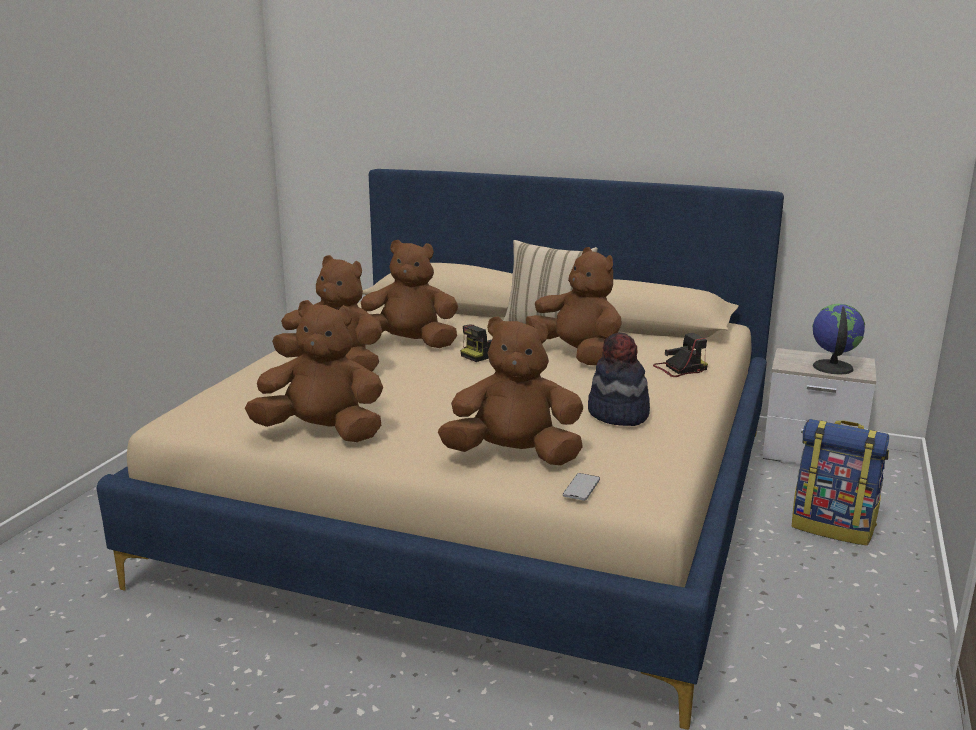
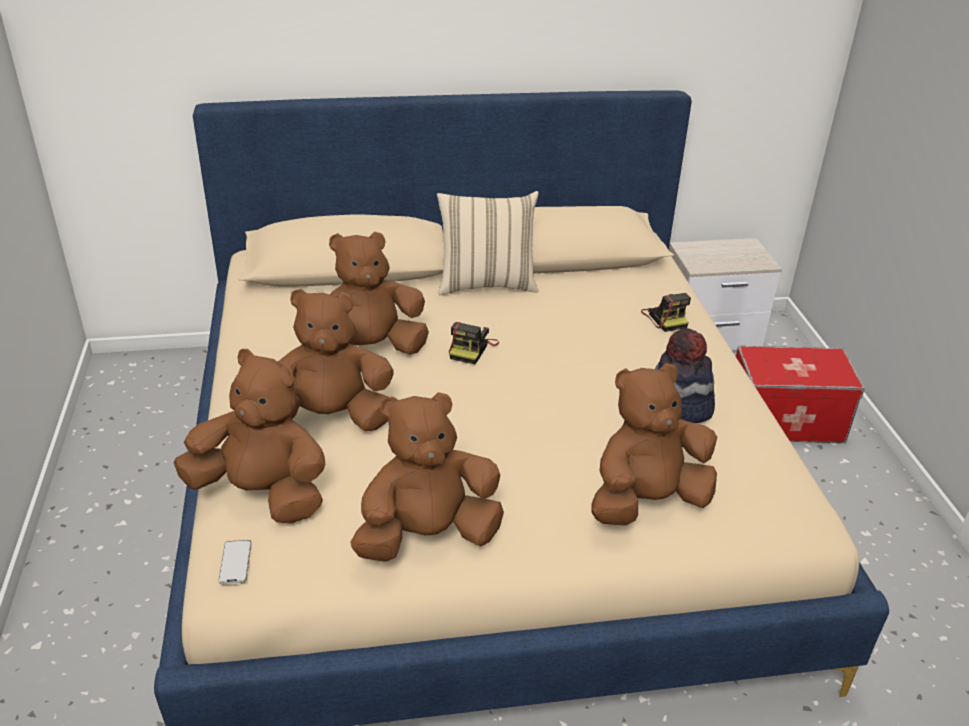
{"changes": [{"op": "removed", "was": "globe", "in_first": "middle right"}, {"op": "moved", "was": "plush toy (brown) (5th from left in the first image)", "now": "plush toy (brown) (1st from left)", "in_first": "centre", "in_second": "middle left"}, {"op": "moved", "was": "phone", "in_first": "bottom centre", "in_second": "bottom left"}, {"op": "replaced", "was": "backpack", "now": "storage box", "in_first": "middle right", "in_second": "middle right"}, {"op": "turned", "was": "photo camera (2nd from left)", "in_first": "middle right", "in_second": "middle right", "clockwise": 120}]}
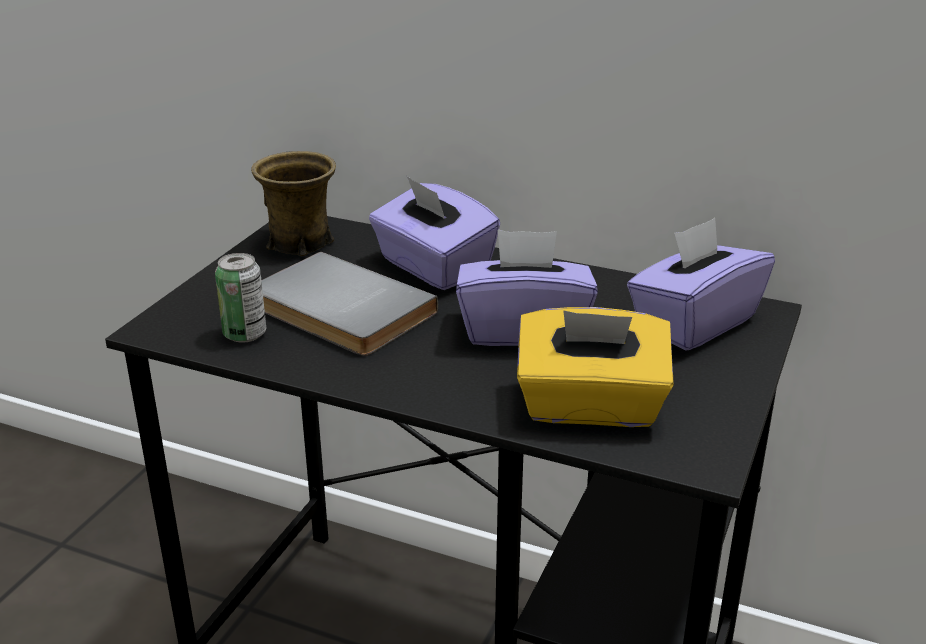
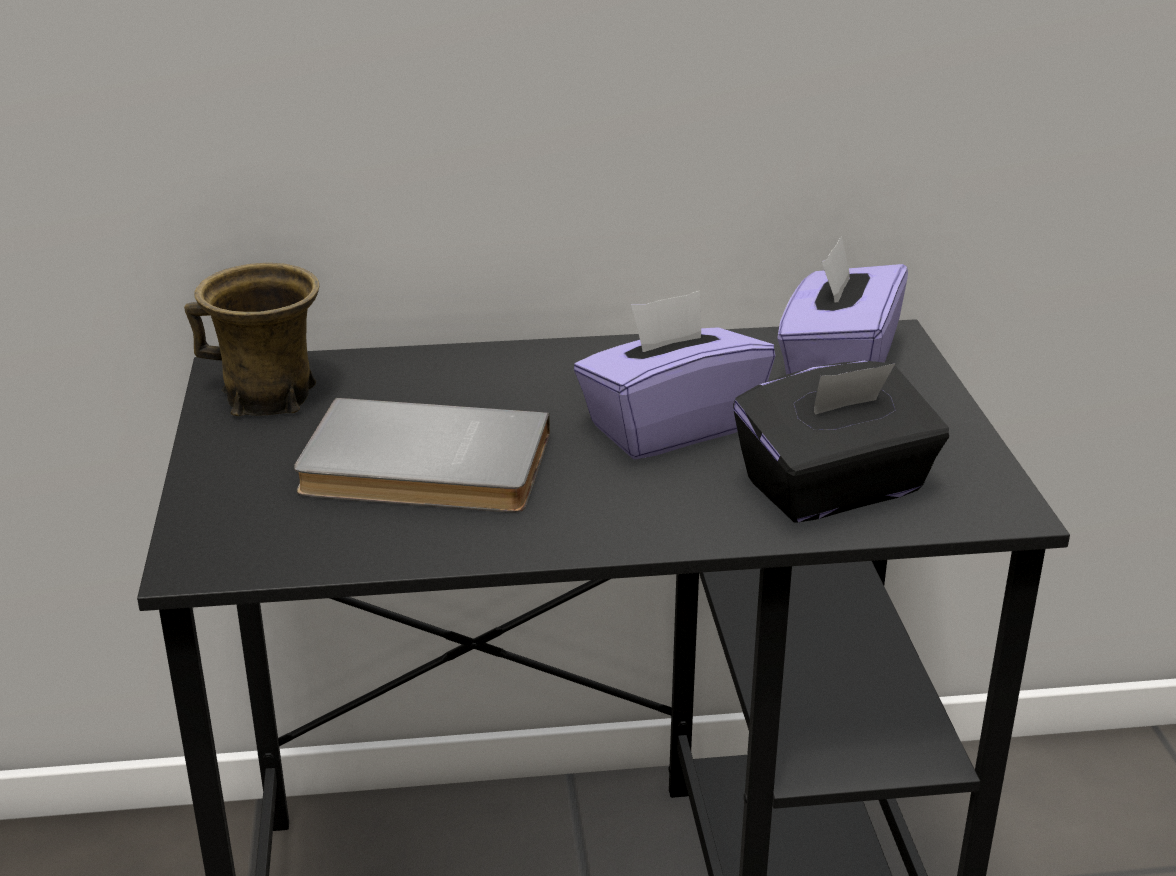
{"changes": [{"op": "removed", "was": "can", "in_first": "middle left"}, {"op": "removed", "was": "tissue box (purple) (1st from left)", "in_first": "centre"}, {"op": "recoloured", "was": "tissue box (yellow)", "now": "tissue box (black)", "in_first": "centre", "in_second": "middle right"}]}
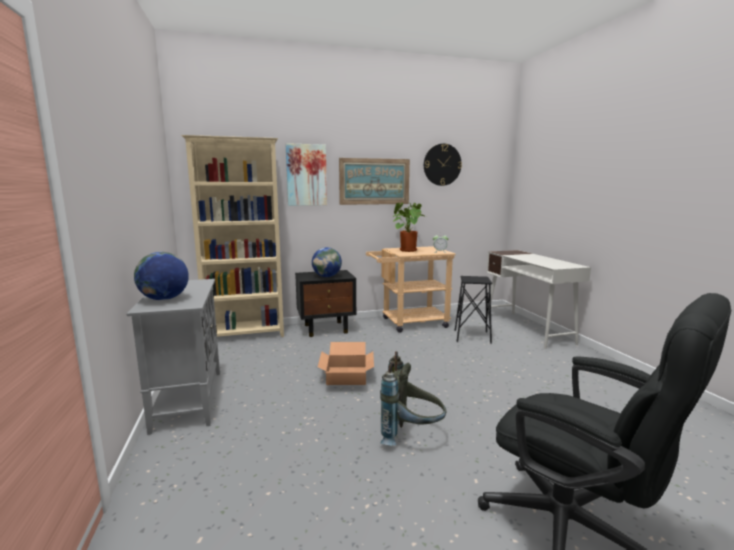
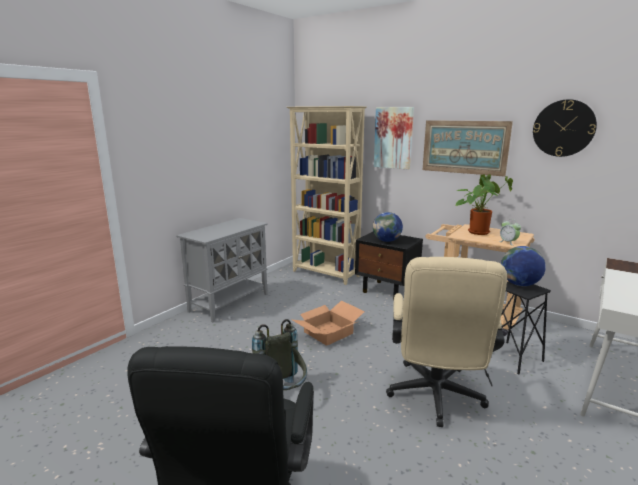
{"changes": [{"op": "added", "now": "office chair (beige)", "in_second": "bottom right"}, {"op": "moved", "was": "globe (1st from left in the first image)", "now": "globe (2nd from left)", "in_first": "middle left", "in_second": "middle right"}]}
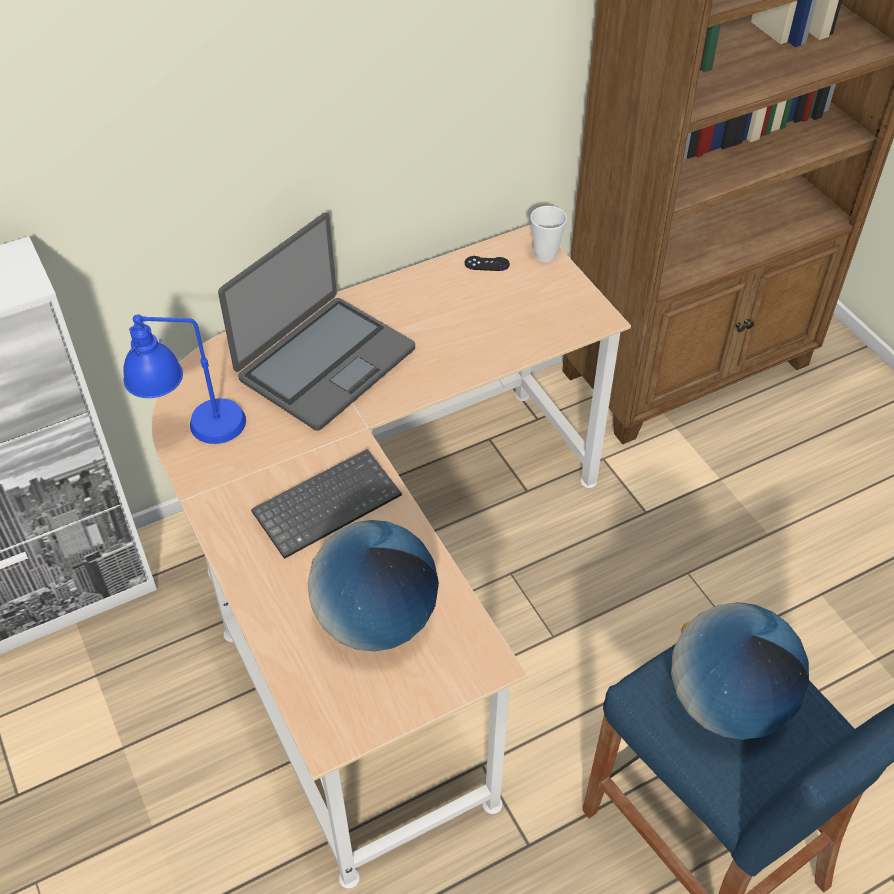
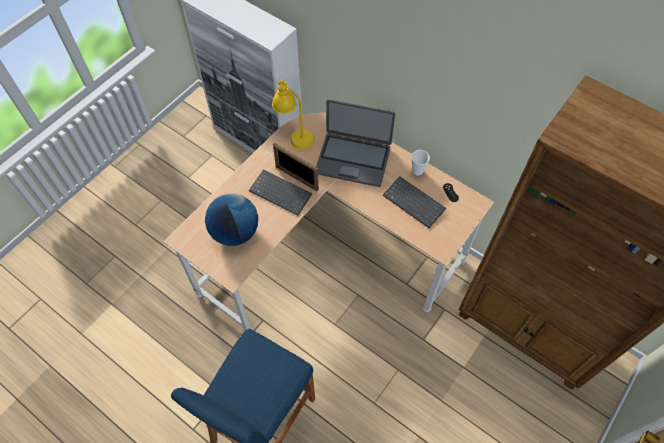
{"changes": [{"op": "removed", "was": "globe (2nd from left)", "in_first": "bottom right"}, {"op": "added", "now": "picture frame", "in_second": "centre"}, {"op": "added", "now": "keyboard (2nd from left)", "in_second": "centre"}, {"op": "moved", "was": "cup", "in_first": "top centre", "in_second": "centre"}, {"op": "recoloured", "was": "table lamp (blue)", "now": "table lamp (yellow)", "in_first": "middle left", "in_second": "top centre"}]}
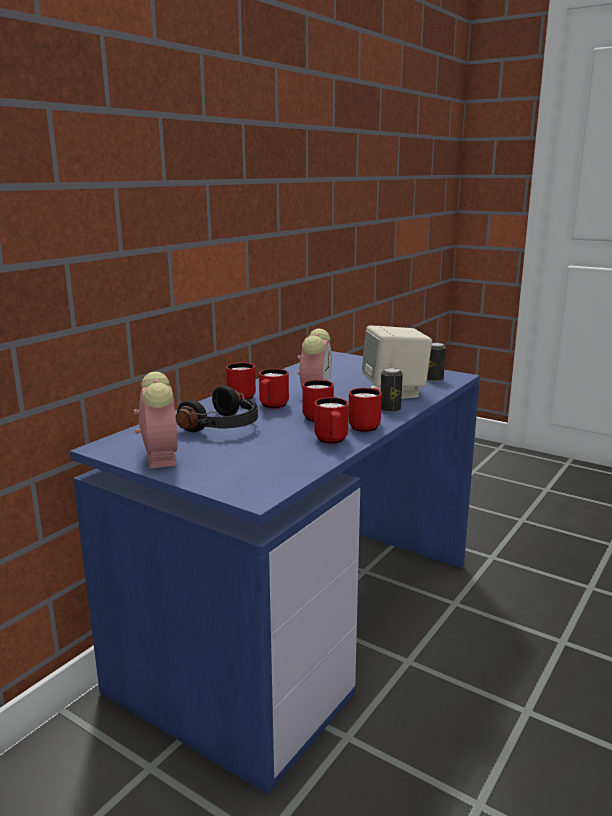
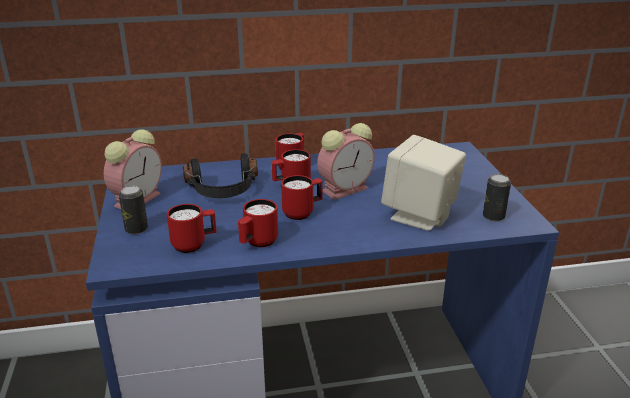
{"changes": [{"op": "moved", "was": "mug (red) (5th from left in the first image)", "now": "mug (red) (1st from left)", "in_first": "centre", "in_second": "middle left"}, {"op": "moved", "was": "can (1st from left)", "in_first": "centre", "in_second": "middle left"}]}
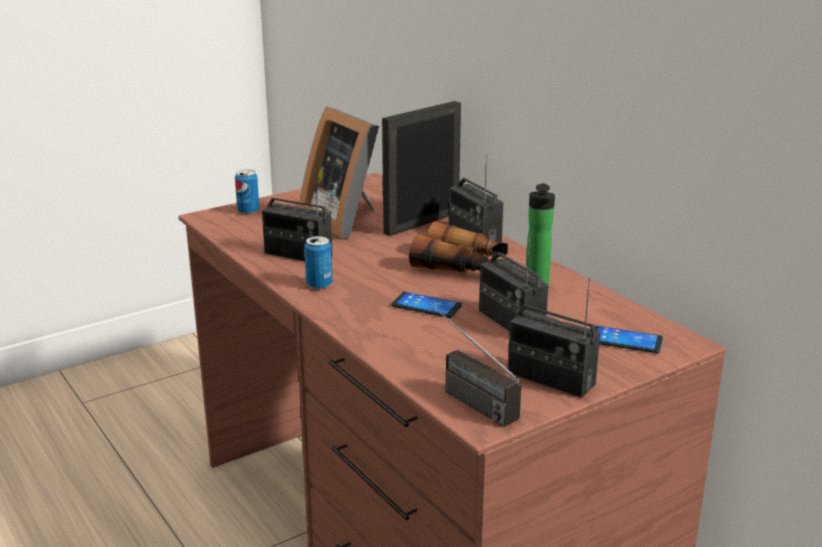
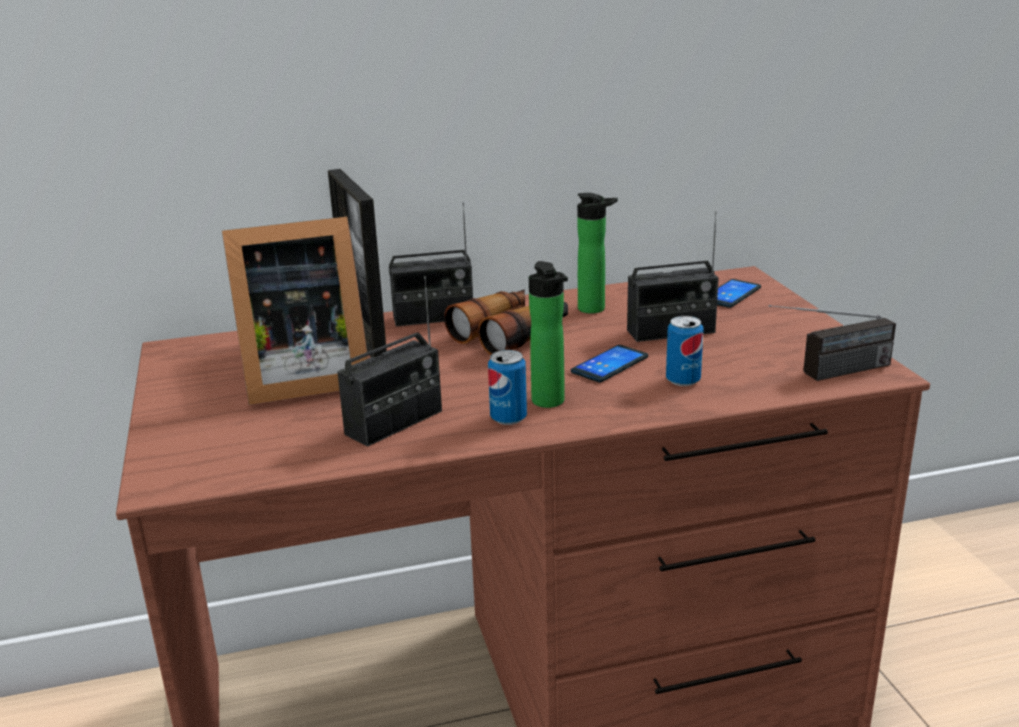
{"changes": [{"op": "removed", "was": "radio (5th from left)", "in_first": "middle right"}, {"op": "added", "now": "bottle (1st from left)", "in_second": "centre"}, {"op": "moved", "was": "can (1st from left in the first image)", "now": "can (2nd from left)", "in_first": "middle left", "in_second": "middle right"}]}
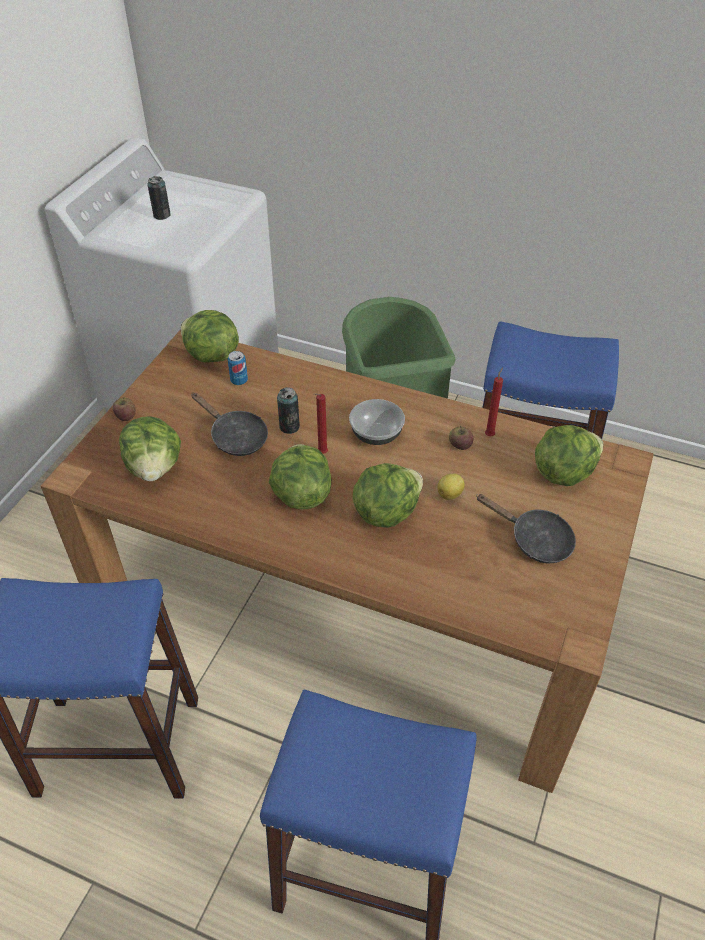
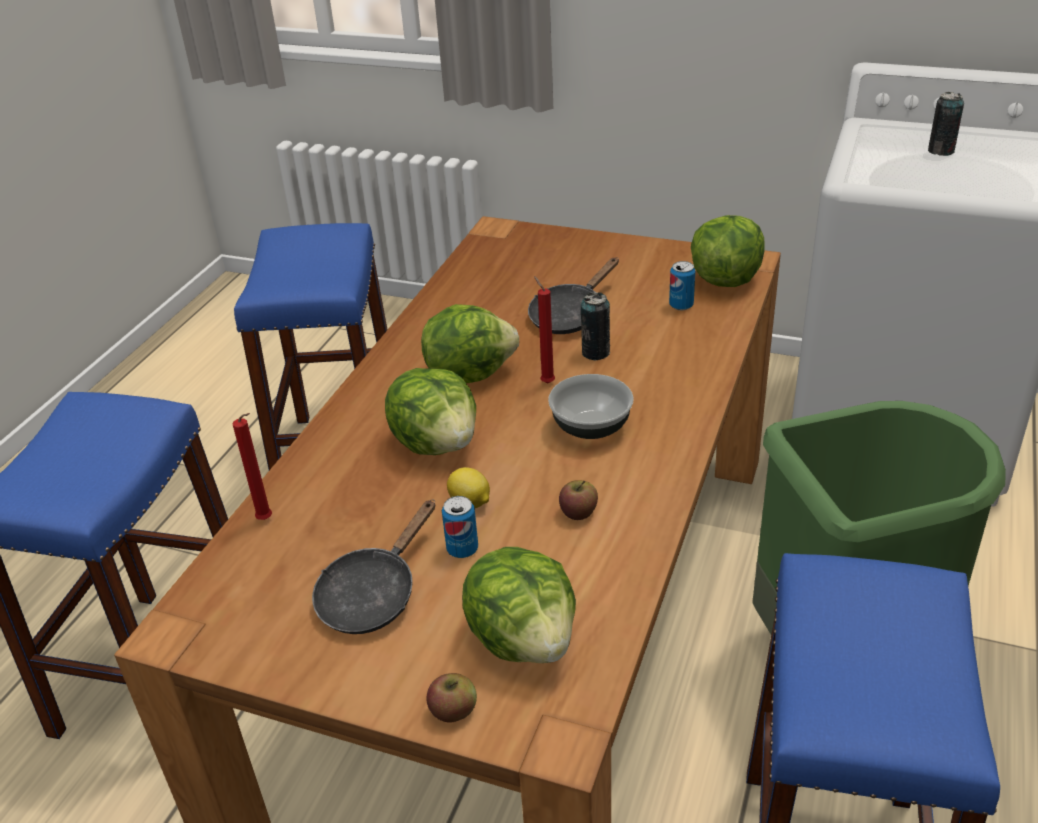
{"changes": [{"op": "removed", "was": "lettuce (1st from left)", "in_first": "middle left"}, {"op": "added", "now": "can (1st from left)", "in_second": "centre"}, {"op": "moved", "was": "apple (1st from left)", "in_first": "middle left", "in_second": "bottom centre"}, {"op": "moved", "was": "candle (red) (2nd from left in the first image)", "now": "candle (red) (1st from left)", "in_first": "middle right", "in_second": "middle left"}]}
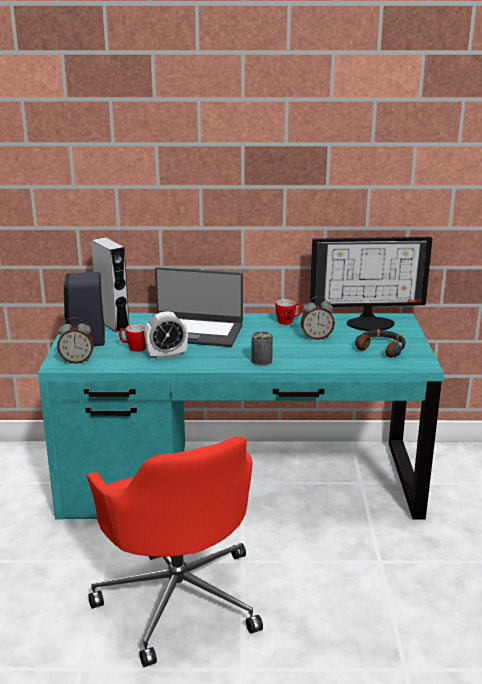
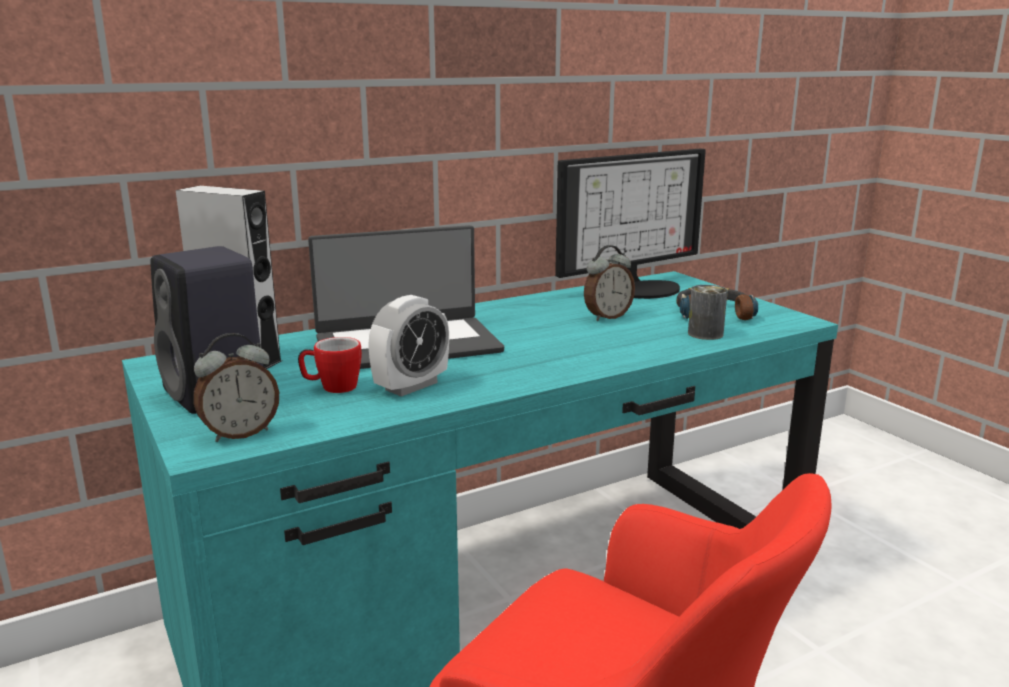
{"changes": [{"op": "removed", "was": "mug (2nd from left)", "in_first": "centre"}, {"op": "moved", "was": "can", "in_first": "centre", "in_second": "middle right"}]}
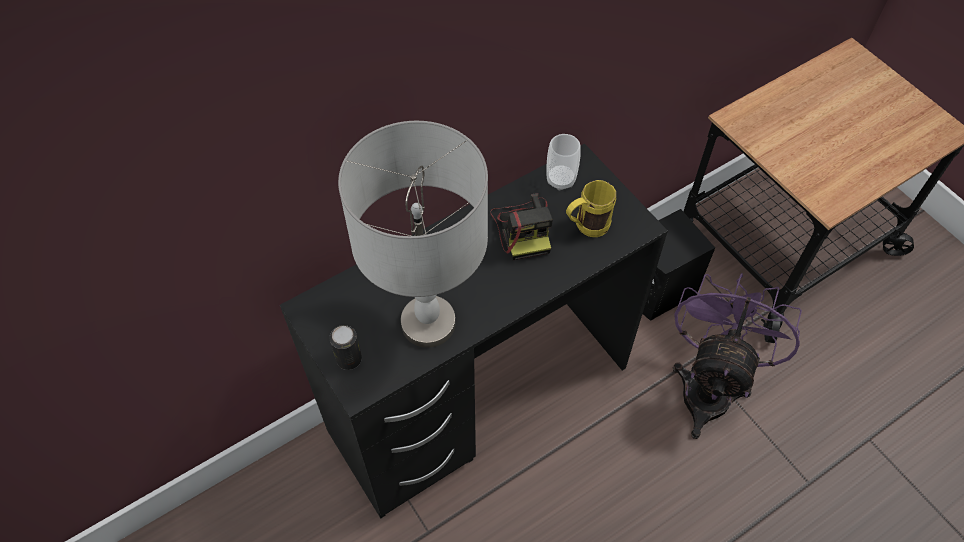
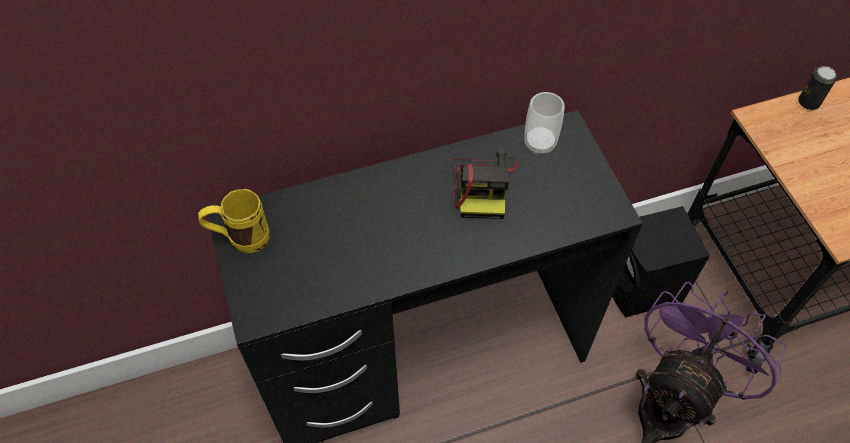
{"changes": [{"op": "removed", "was": "table lamp (grey)", "in_first": "centre"}, {"op": "moved", "was": "can", "in_first": "centre", "in_second": "top right"}, {"op": "moved", "was": "mug (yellow)", "in_first": "centre", "in_second": "middle left"}]}
